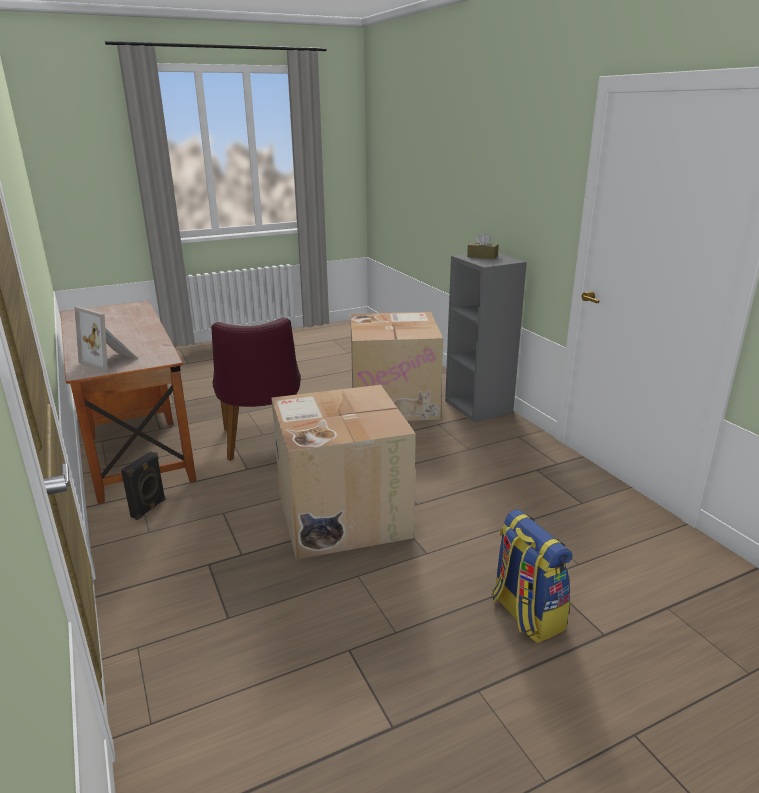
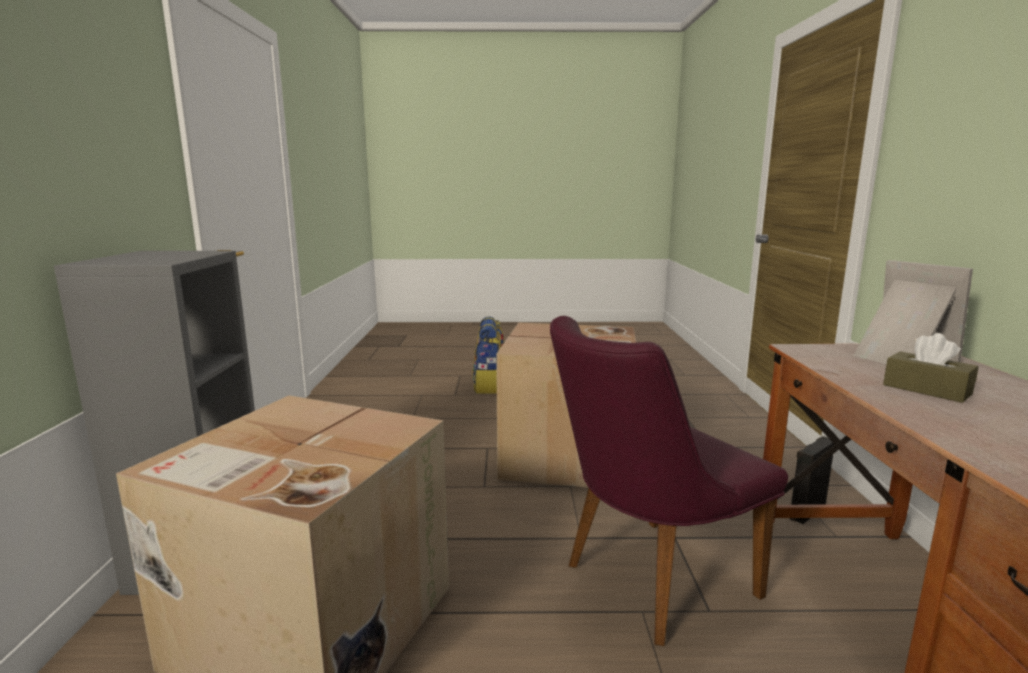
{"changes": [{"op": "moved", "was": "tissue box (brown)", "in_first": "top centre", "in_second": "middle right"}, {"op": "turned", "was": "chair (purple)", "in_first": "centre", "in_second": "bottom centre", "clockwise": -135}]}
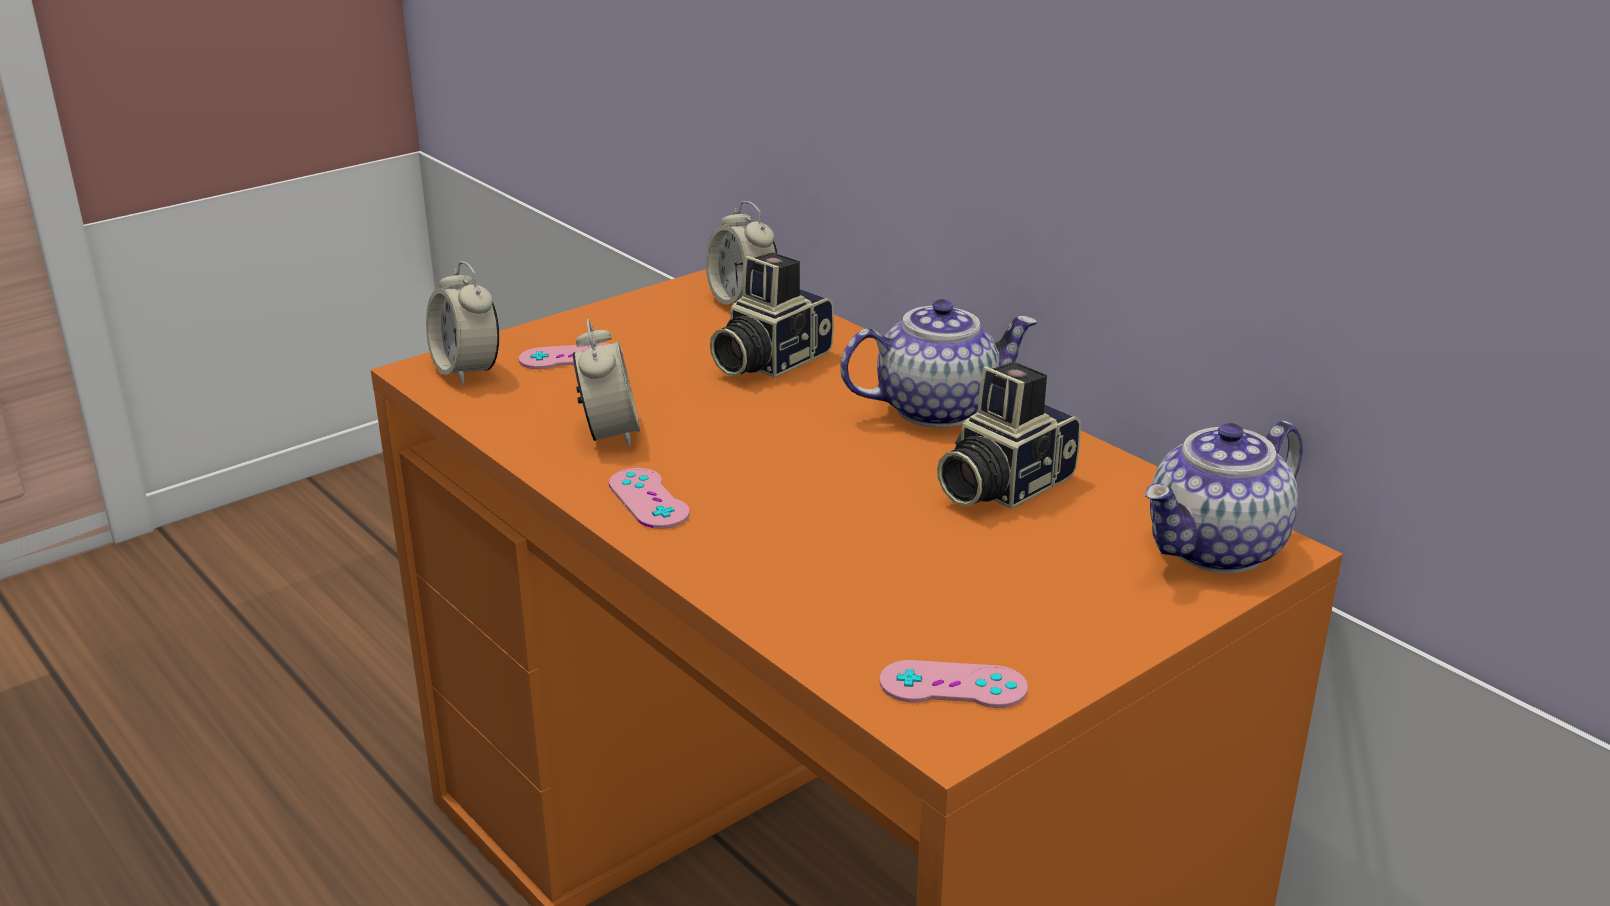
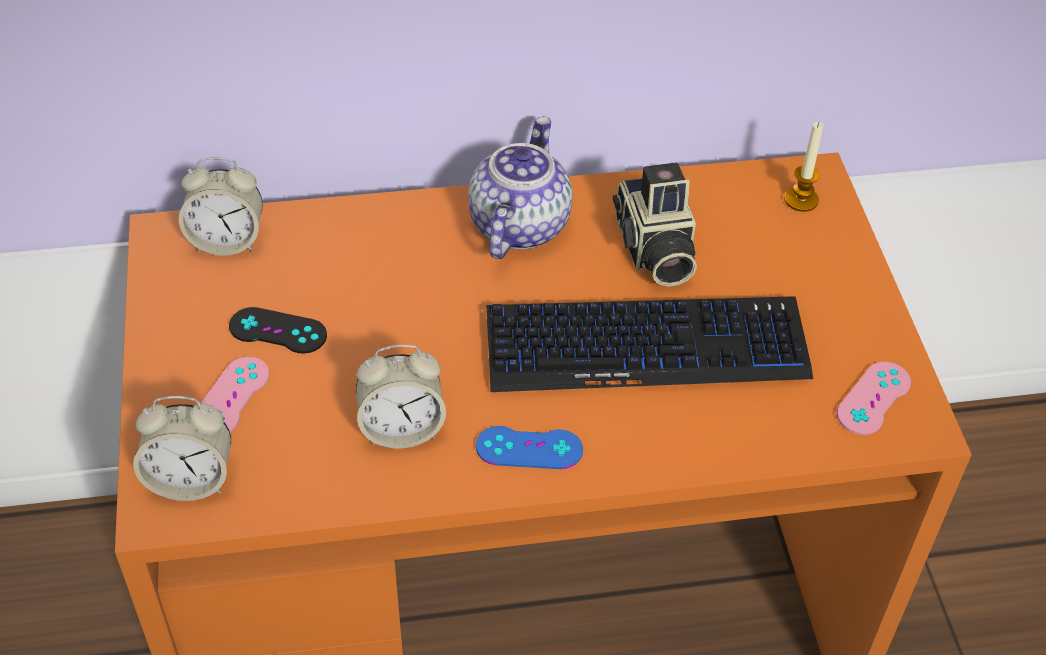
{"changes": [{"op": "removed", "was": "photo camera (1st from left)", "in_first": "centre"}, {"op": "added", "now": "game controller (black)", "in_second": "middle left"}, {"op": "added", "now": "keyboard", "in_second": "centre"}, {"op": "replaced", "was": "teapot (2nd from left)", "now": "candle", "in_first": "middle right", "in_second": "top right"}, {"op": "recoloured", "was": "game controller (pink) (2nd from left)", "now": "game controller (blue)", "in_first": "centre", "in_second": "bottom centre"}, {"op": "turned", "was": "alarm clock (2nd from left in the first image)", "in_first": "centre", "in_second": "centre", "clockwise": 150}]}
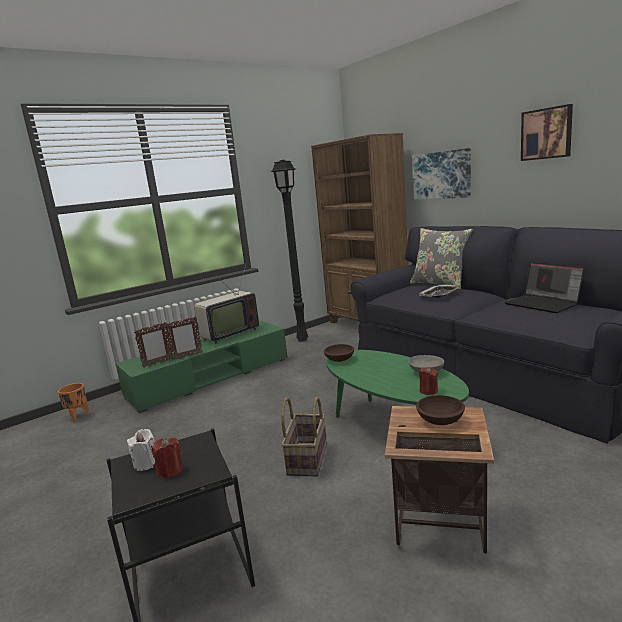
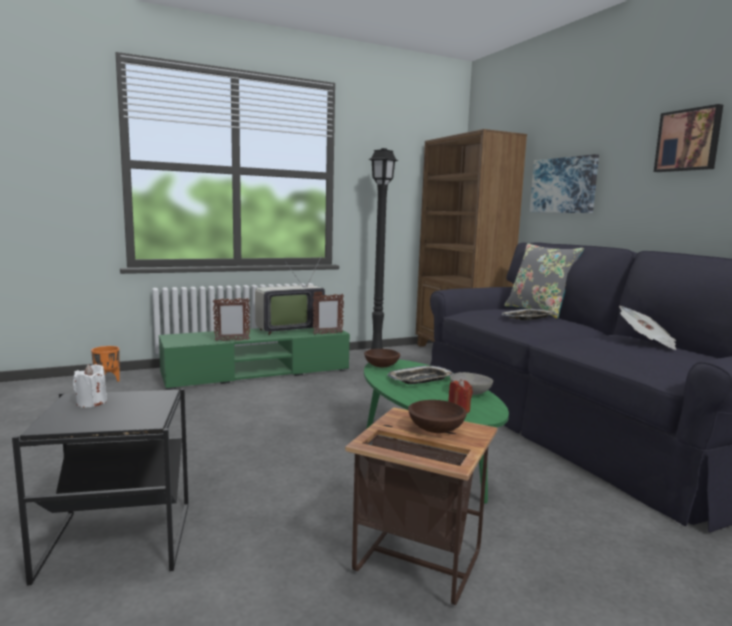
{"changes": [{"op": "removed", "was": "candle (red) (1st from left)", "in_first": "bottom left"}, {"op": "removed", "was": "basket", "in_first": "bottom centre"}, {"op": "added", "now": "tray (1st from left)", "in_second": "centre"}, {"op": "moved", "was": "picture frame (1st from left in the first image)", "now": "picture frame (2nd from left)", "in_first": "middle left", "in_second": "centre"}, {"op": "replaced", "was": "laptop", "now": "newspaper", "in_first": "middle right", "in_second": "middle right"}]}
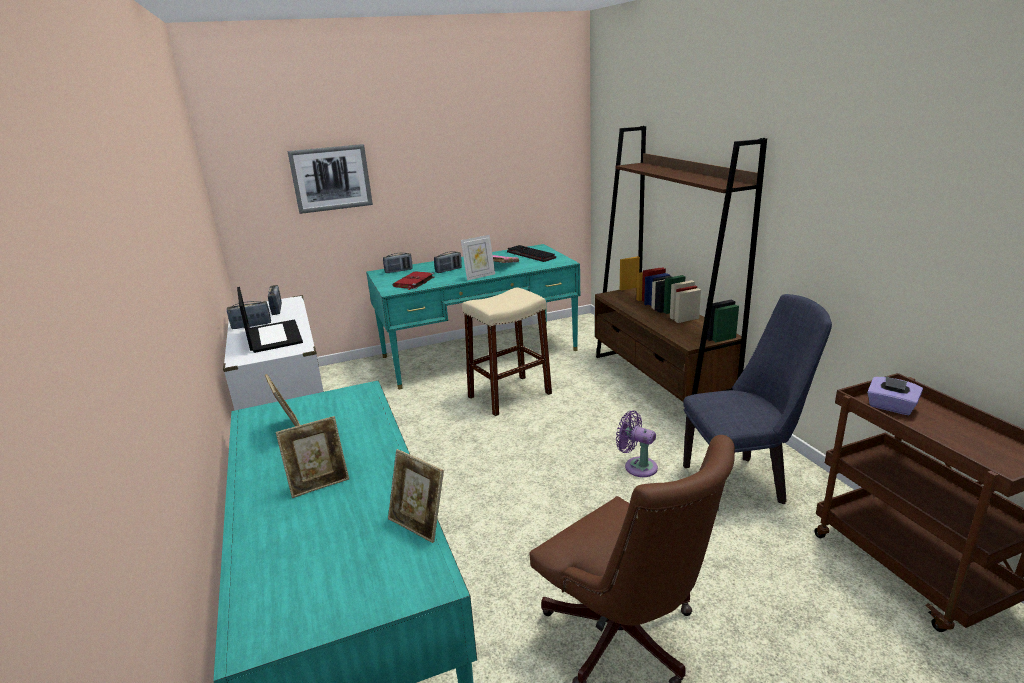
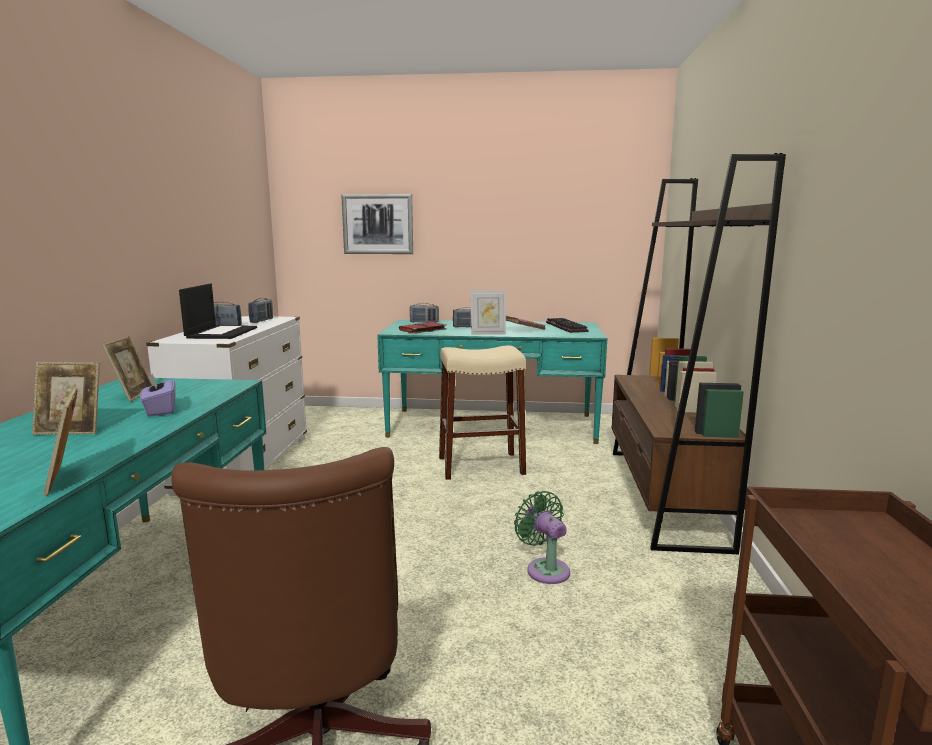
{"changes": [{"op": "removed", "was": "chair (blue)", "in_first": "middle right"}, {"op": "moved", "was": "tissue box (purple)", "in_first": "middle right", "in_second": "middle left"}, {"op": "recoloured", "was": "fan (purple)", "now": "fan (green)", "in_first": "centre", "in_second": "bottom centre"}]}
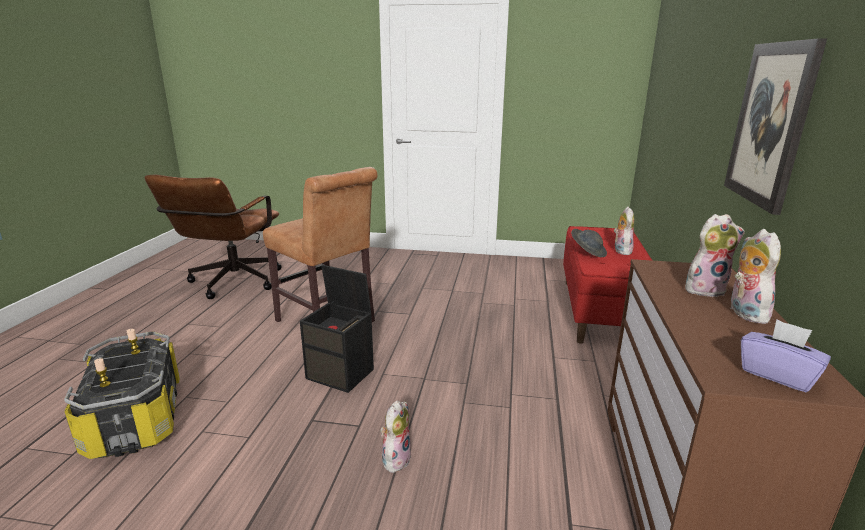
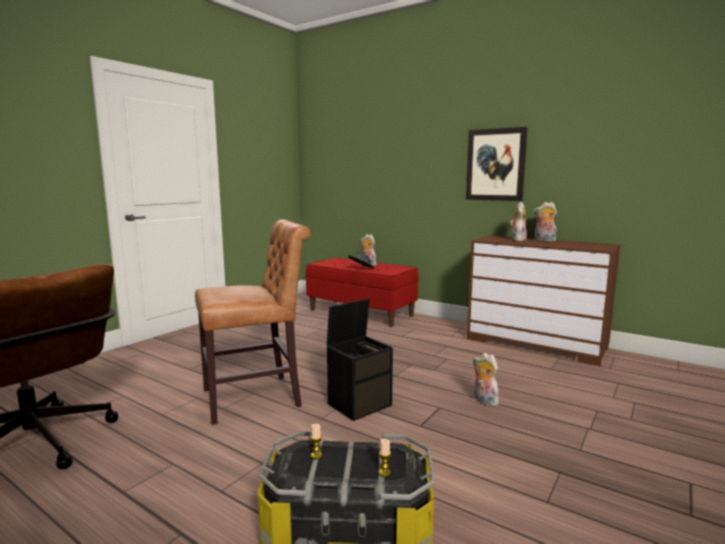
{"changes": [{"op": "removed", "was": "tissue box (purple)", "in_first": "bottom right"}]}
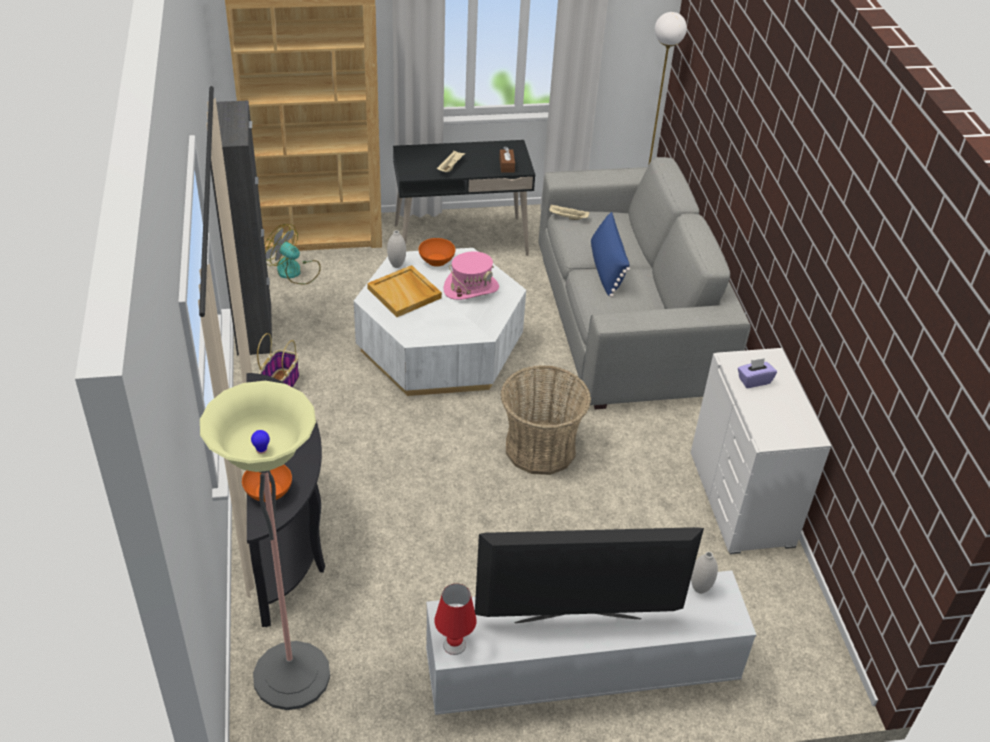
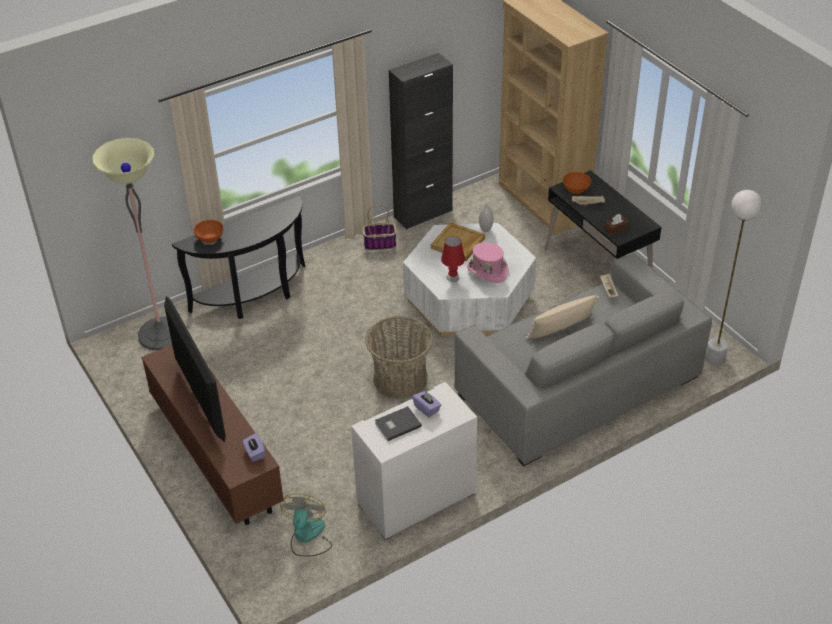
{"changes": [{"op": "added", "now": "book (grey)", "in_second": "bottom centre"}, {"op": "moved", "was": "fan", "in_first": "middle left", "in_second": "bottom centre"}, {"op": "moved", "was": "bowl (orange) (2nd from left)", "in_first": "centre", "in_second": "top right"}, {"op": "moved", "was": "table lamp (red)", "in_first": "bottom centre", "in_second": "centre"}, {"op": "replaced", "was": "vase (white) (2nd from left)", "now": "tissue box (purple) (1st from left)", "in_first": "bottom right", "in_second": "bottom left"}, {"op": "recoloured", "was": "tv stand (white)", "now": "tv stand (brown)", "in_first": "bottom centre", "in_second": "bottom left"}, {"op": "recoloured", "was": "pillow (blue)", "now": "pillow (beige)", "in_first": "centre", "in_second": "middle right"}]}
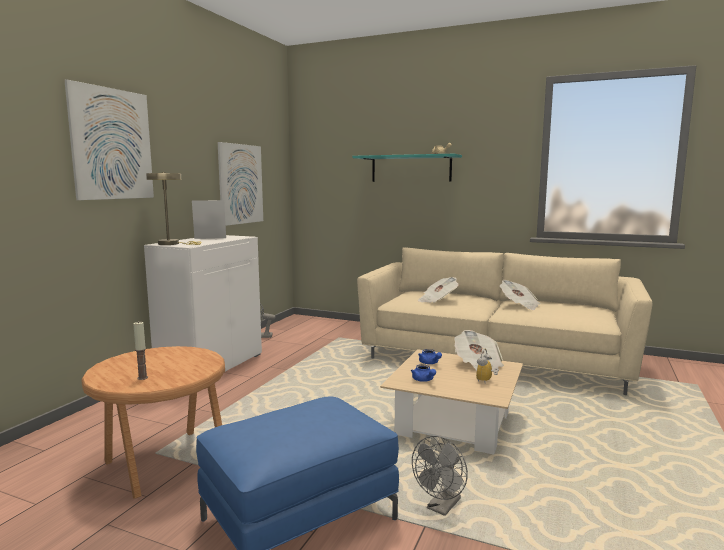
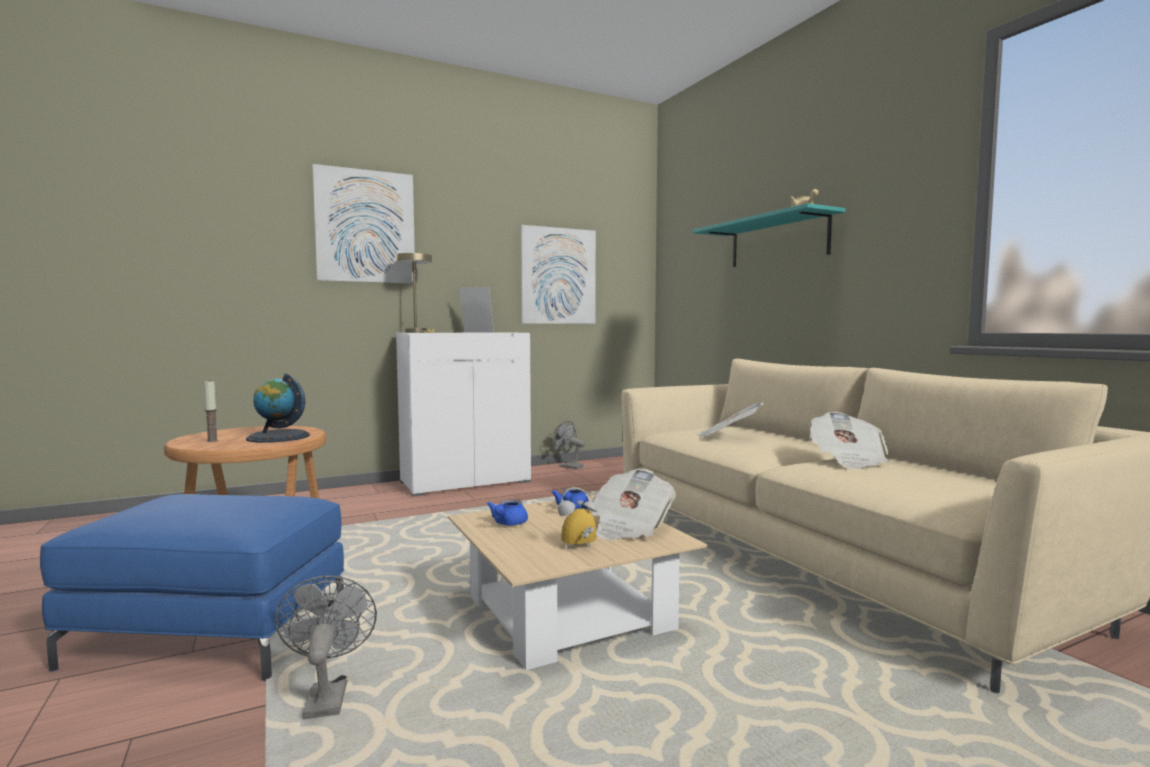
{"changes": [{"op": "added", "now": "globe", "in_second": "middle left"}, {"op": "turned", "was": "fan (grey) (2nd from left in the first image)", "in_first": "bottom centre", "in_second": "bottom left", "clockwise": 90}]}
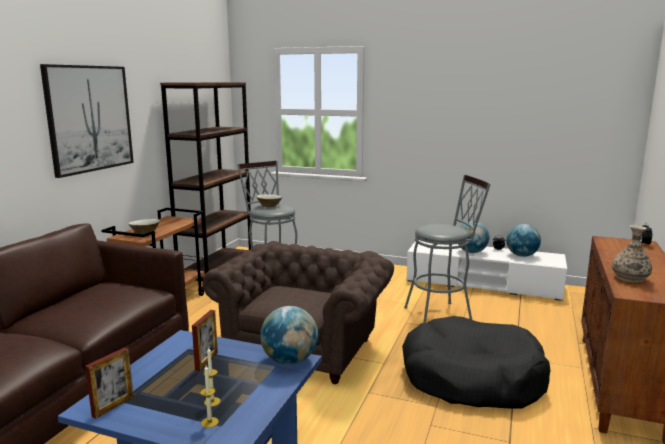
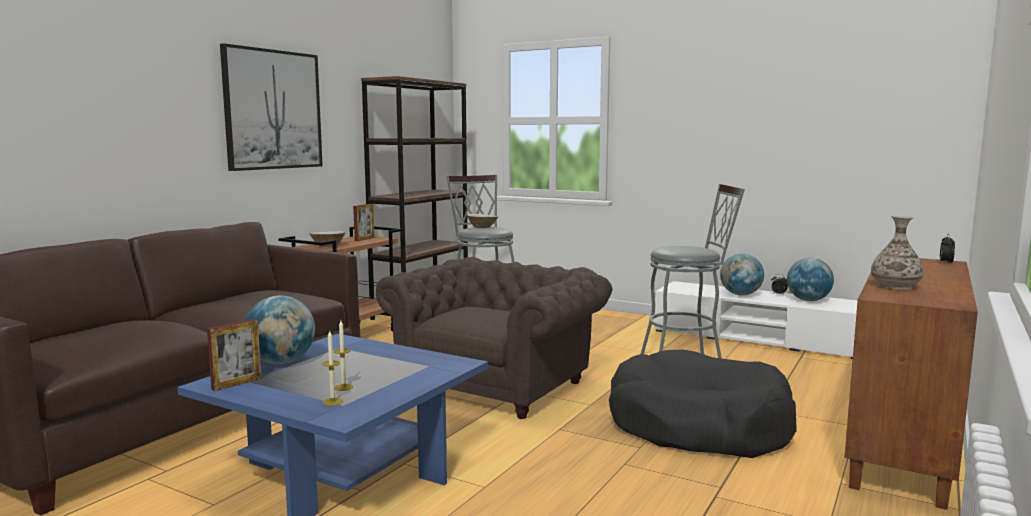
{"changes": [{"op": "moved", "was": "picture frame (2nd from left)", "in_first": "bottom left", "in_second": "centre"}, {"op": "moved", "was": "globe (1st from left)", "in_first": "bottom centre", "in_second": "middle left"}]}
